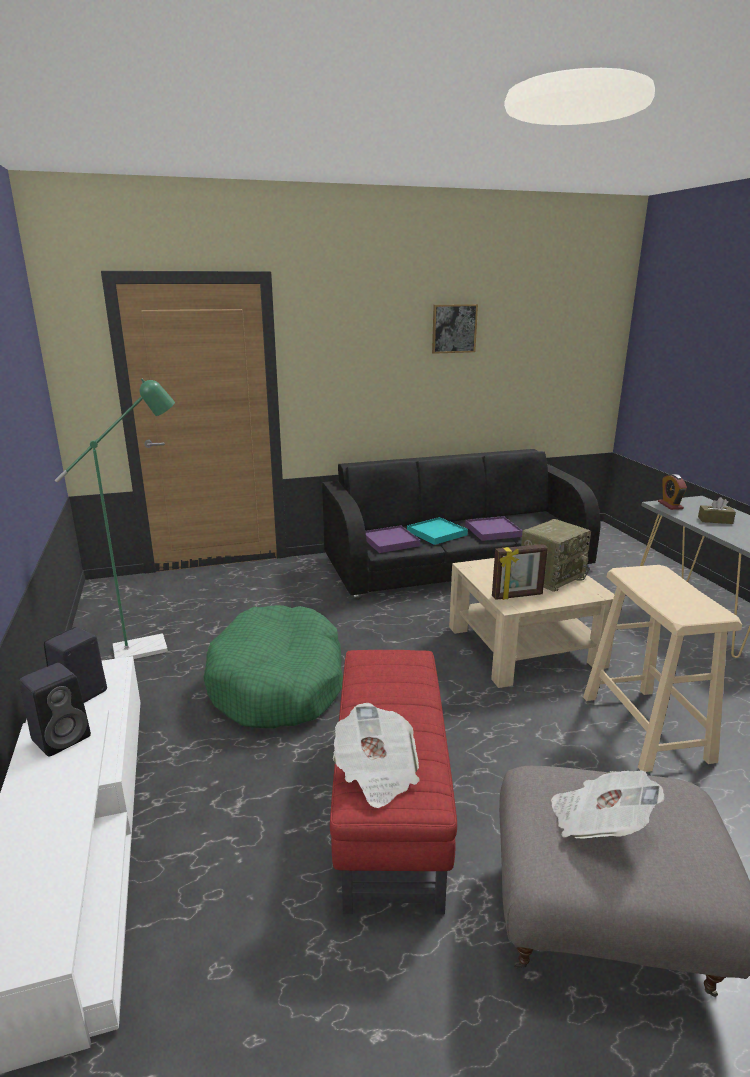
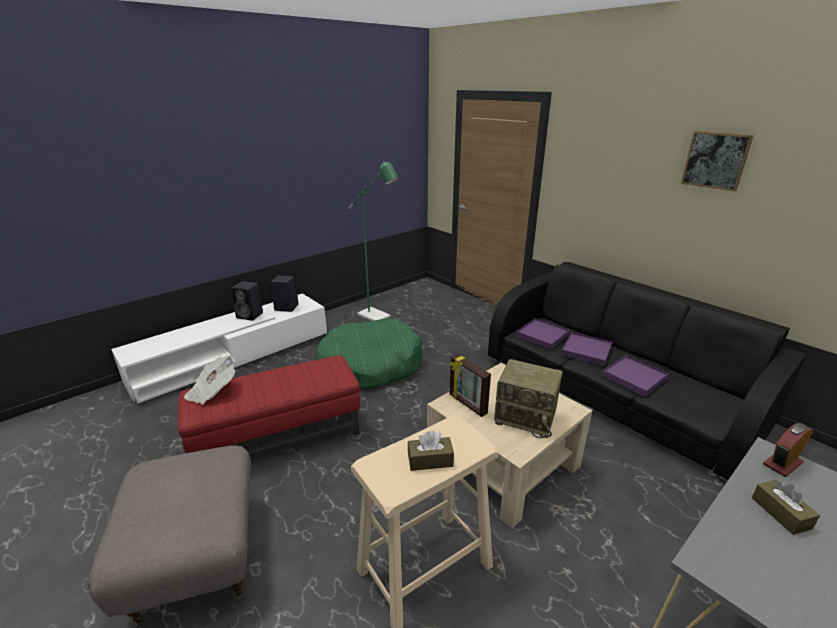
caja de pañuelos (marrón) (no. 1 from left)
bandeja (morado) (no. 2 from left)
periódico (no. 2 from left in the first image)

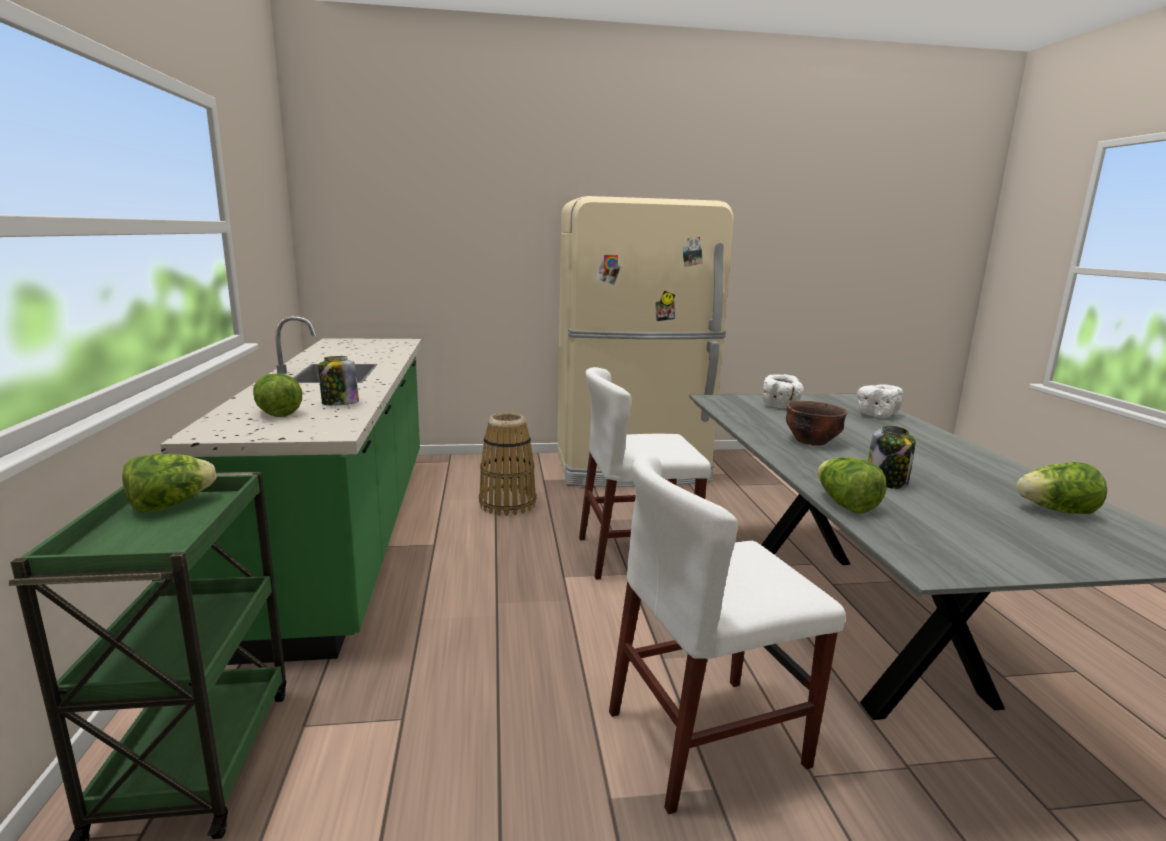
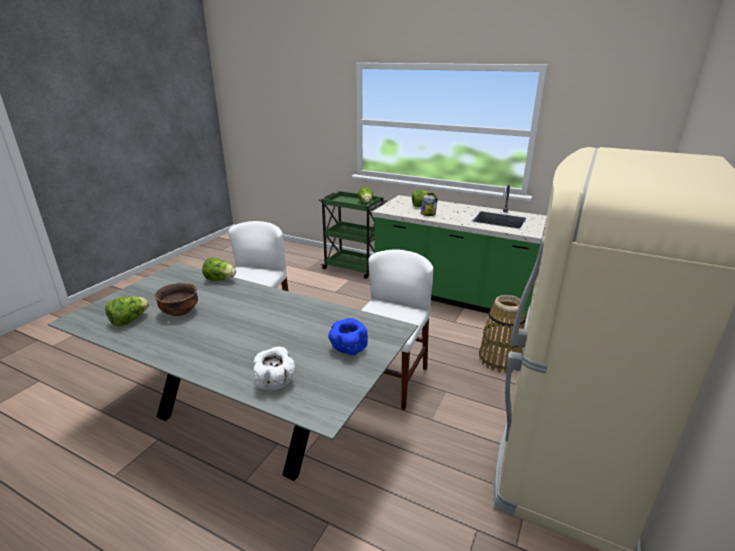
cuenco (marrón)
cuenco (azul)
tarro (no. 2 from left in the first image)

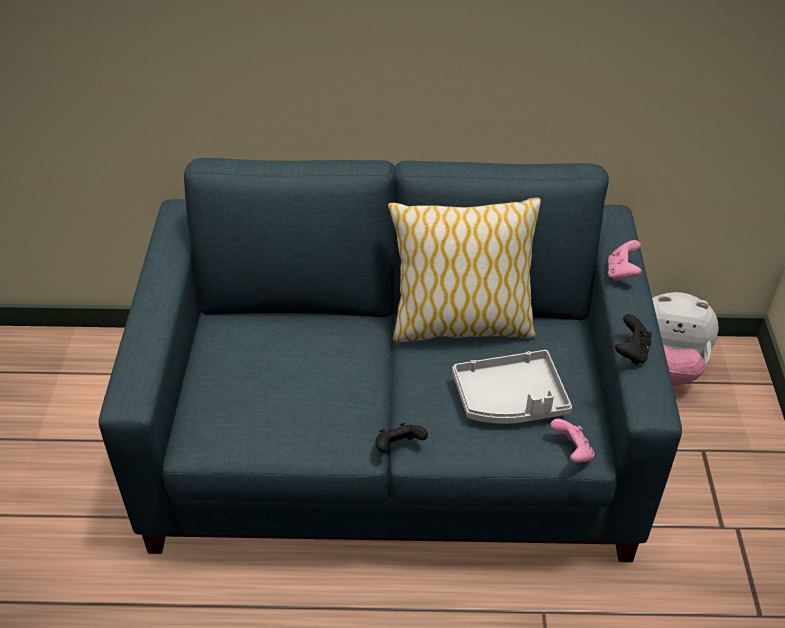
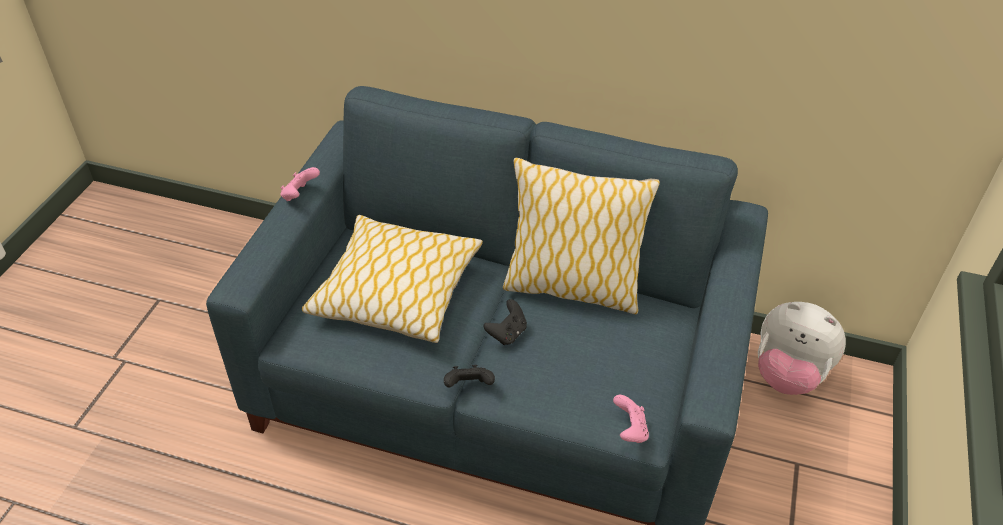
mando de consola (rosa) (no. 1 from left)
cojín (no. 1 from left)
mando de consola (negro) (no. 2 from left)
bandeja (gris)

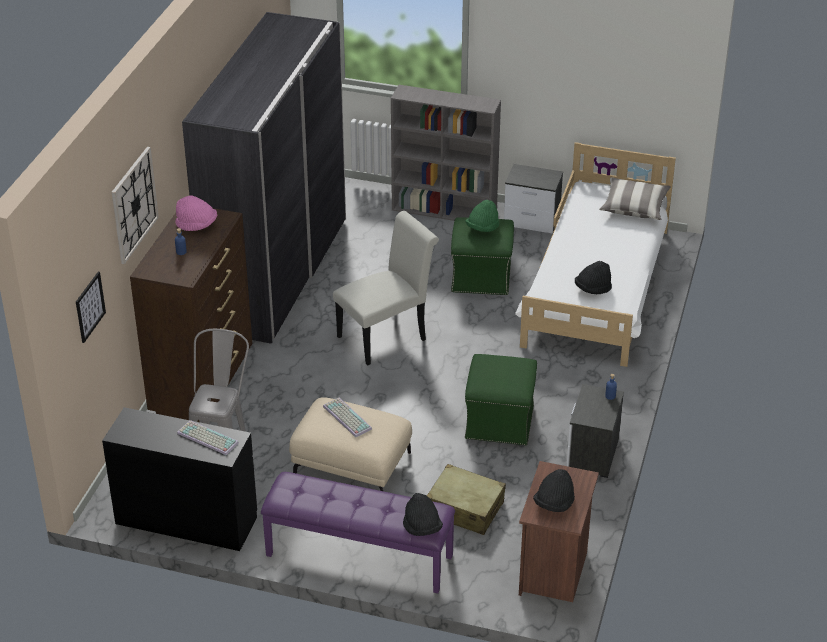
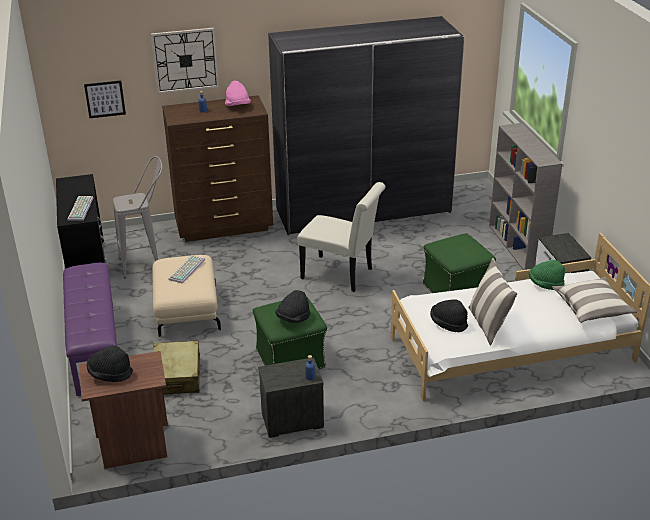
sombrero (negro) (no. 2 from left)
cojín (no. 1 from left)
sombrero (verde)

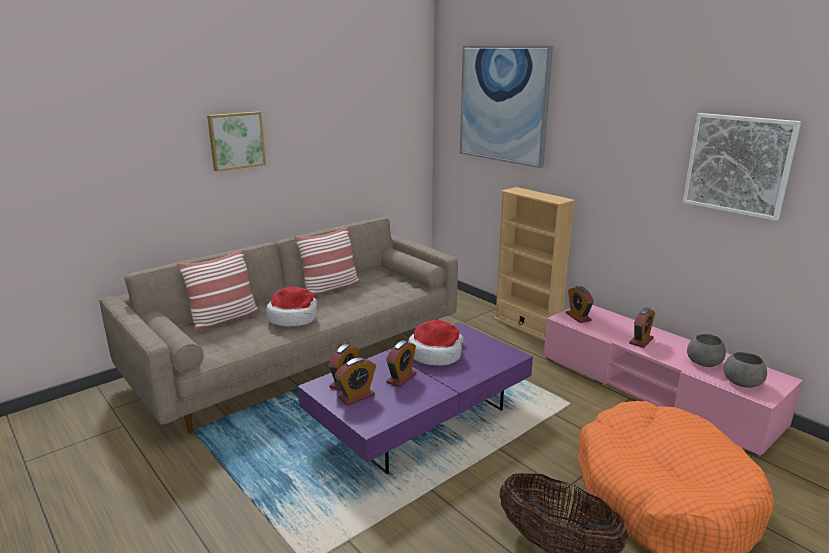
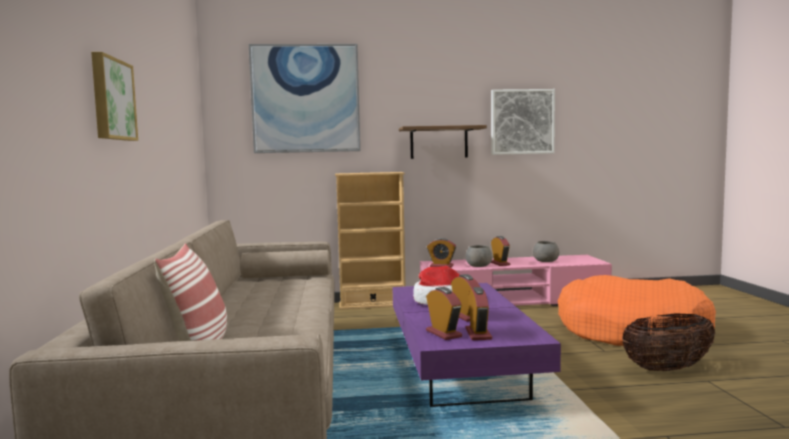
estante
cuenco (gris) (no. 1 from left)
sombrero (no. 1 from left in the first image)
cojín (no. 2 from left in the first image)

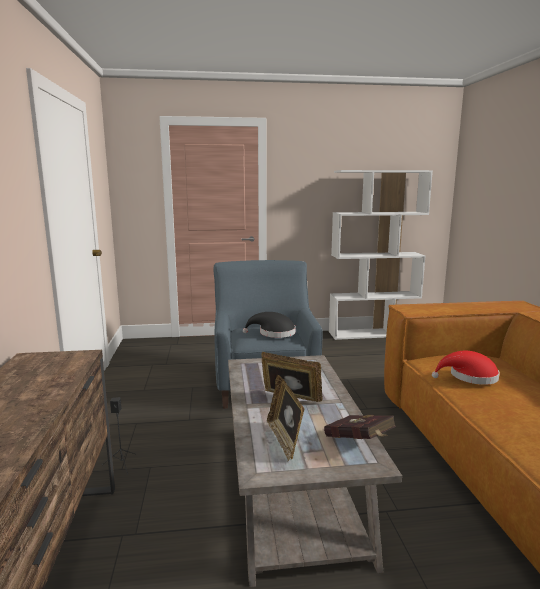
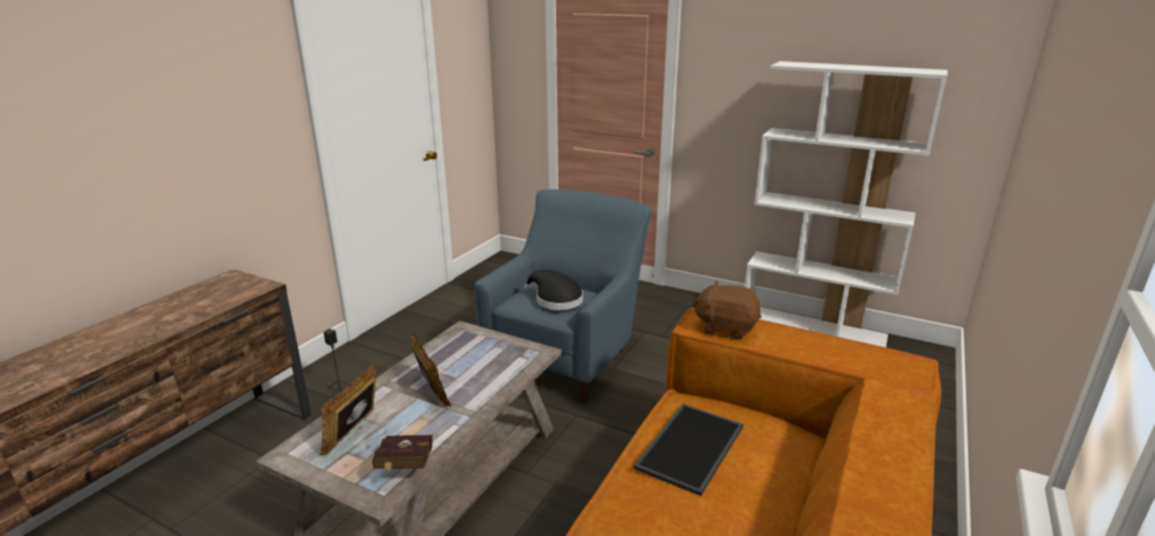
bandeja
peluche (marrón)

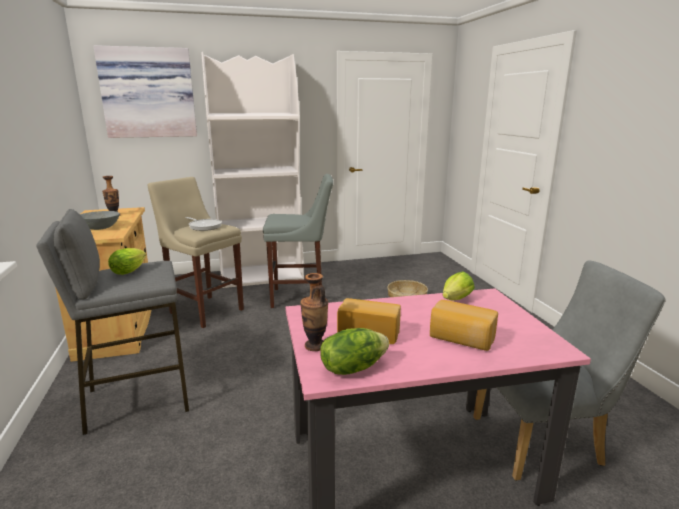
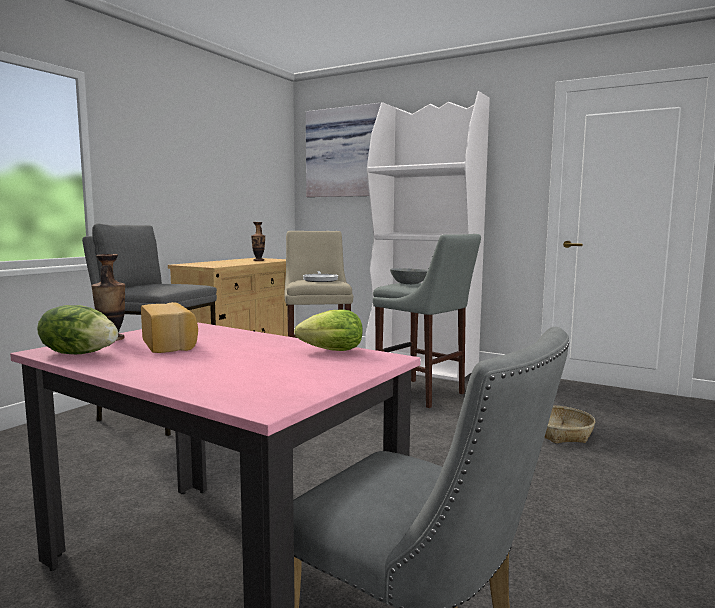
cuenco (gris)
lechuga (no. 1 from left in the first image)
pan (no. 2 from left in the first image)

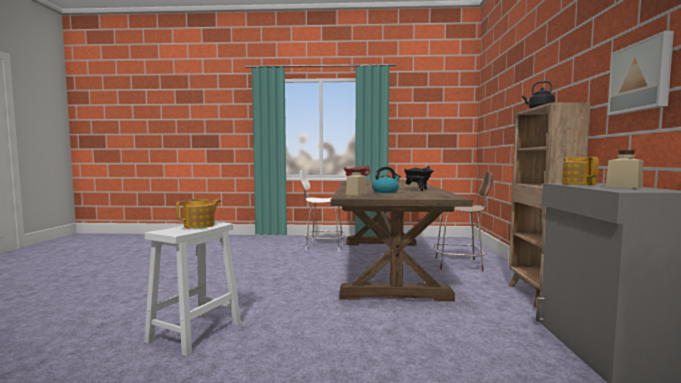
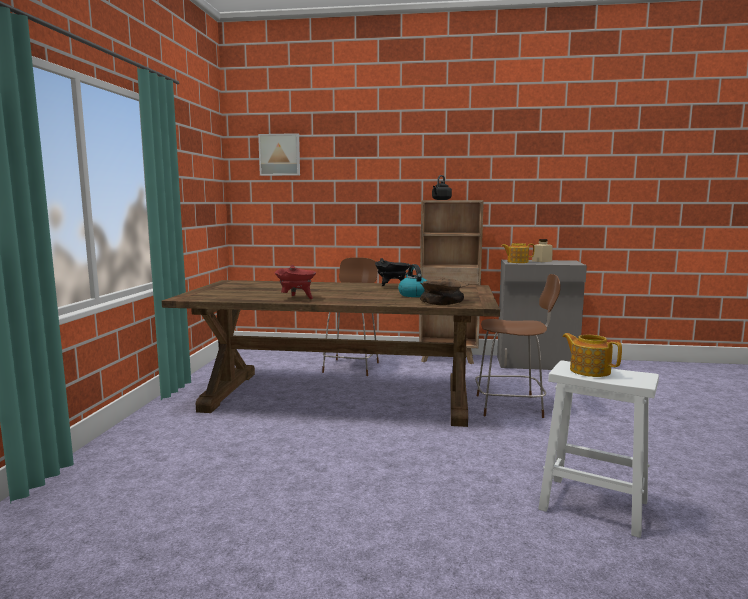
cuadro
cuenco (marrón)
silla (marrón) (no. 2 from left)
silla (blanco)

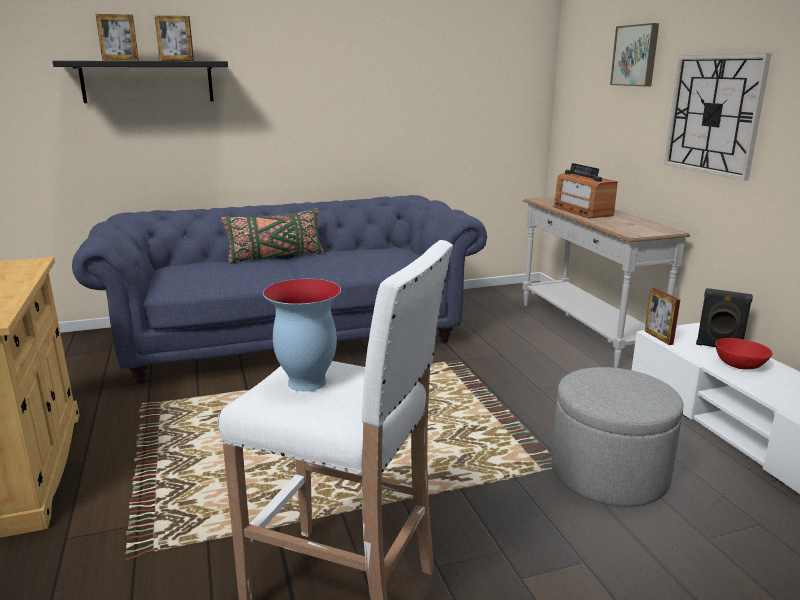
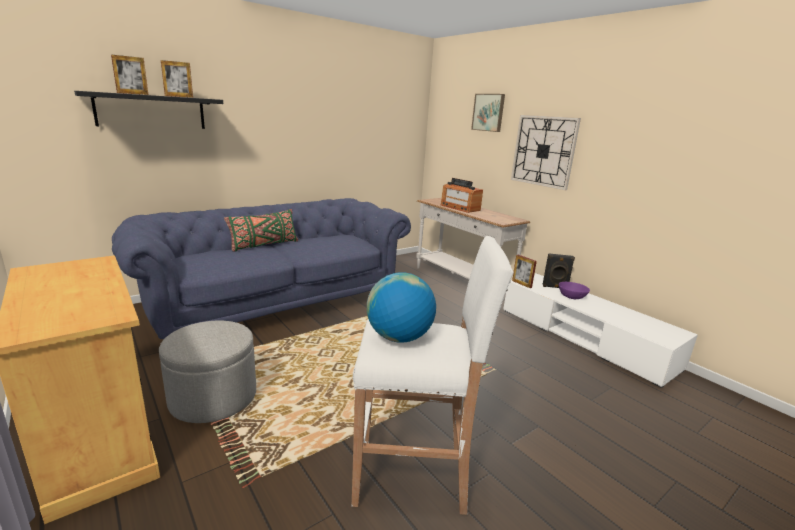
puf (gris)
globo terráqueo
cuenco (morado)

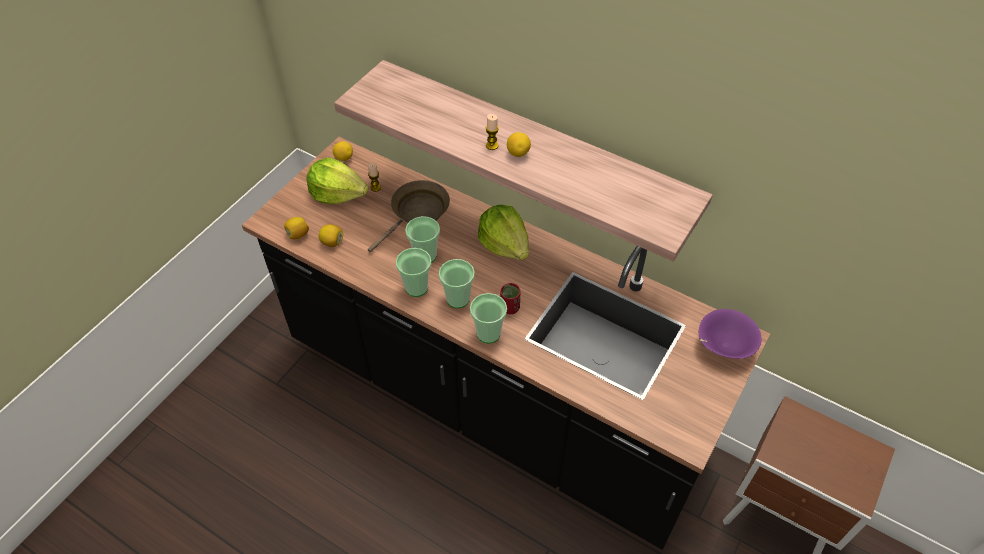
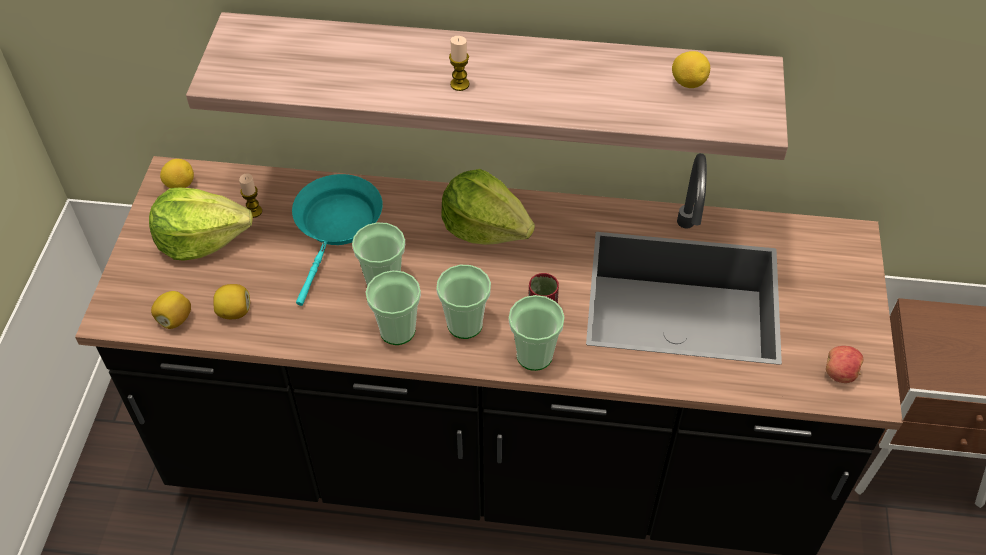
sartén (turquesa)
limón (no. 4 from left)
manzana
cuenco (morado)

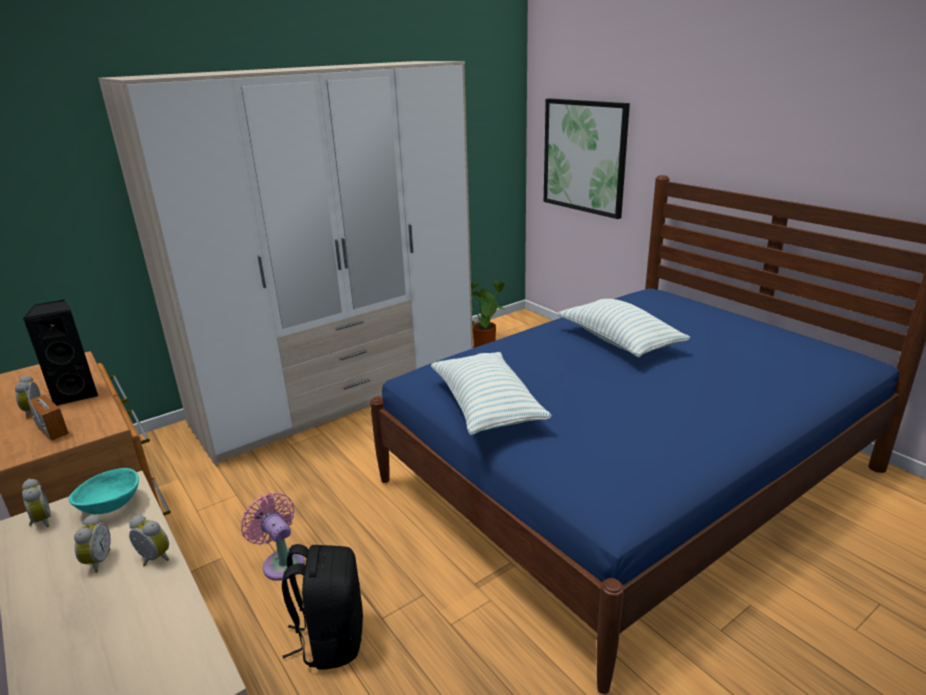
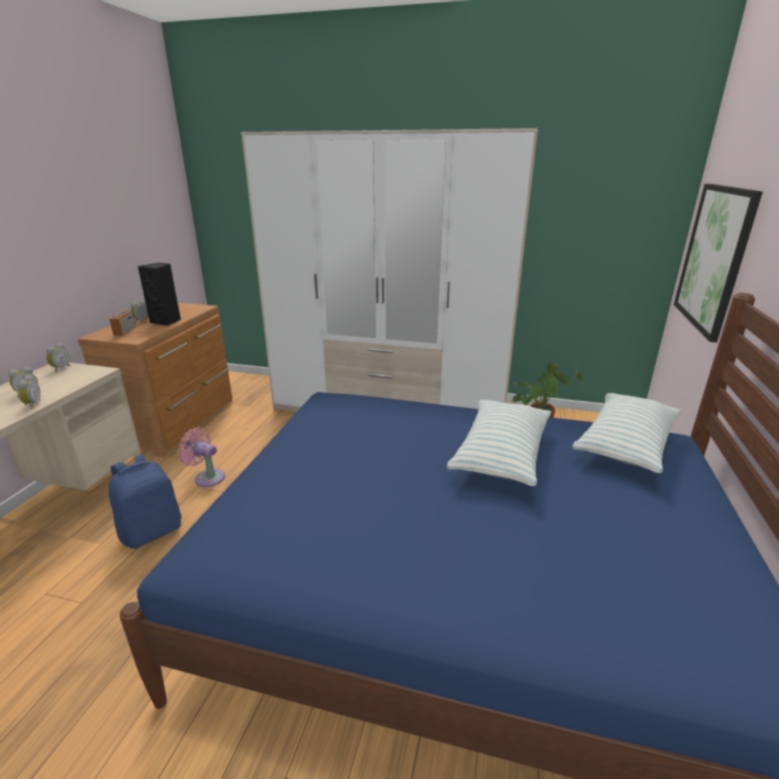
mochila (azul)
ventilador (rosa)
cojín (no. 2 from left)
cuenco (turquesa)

